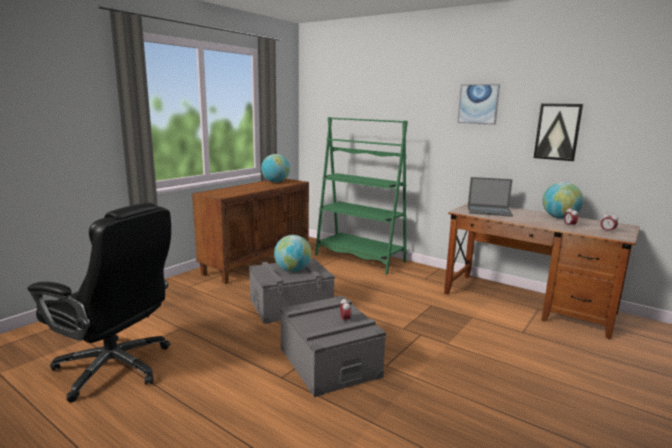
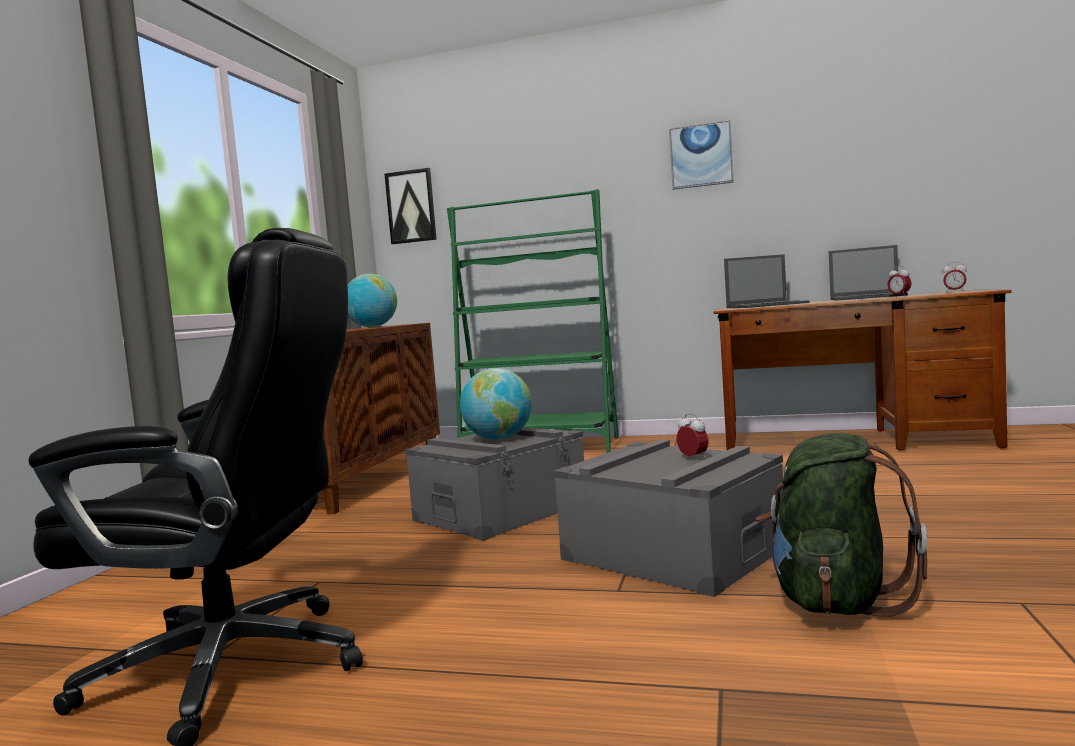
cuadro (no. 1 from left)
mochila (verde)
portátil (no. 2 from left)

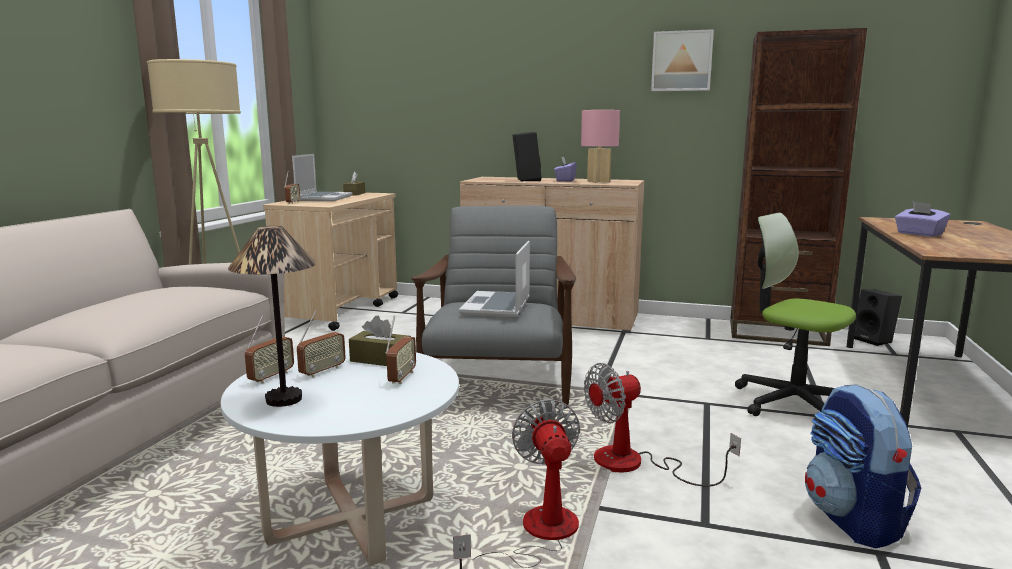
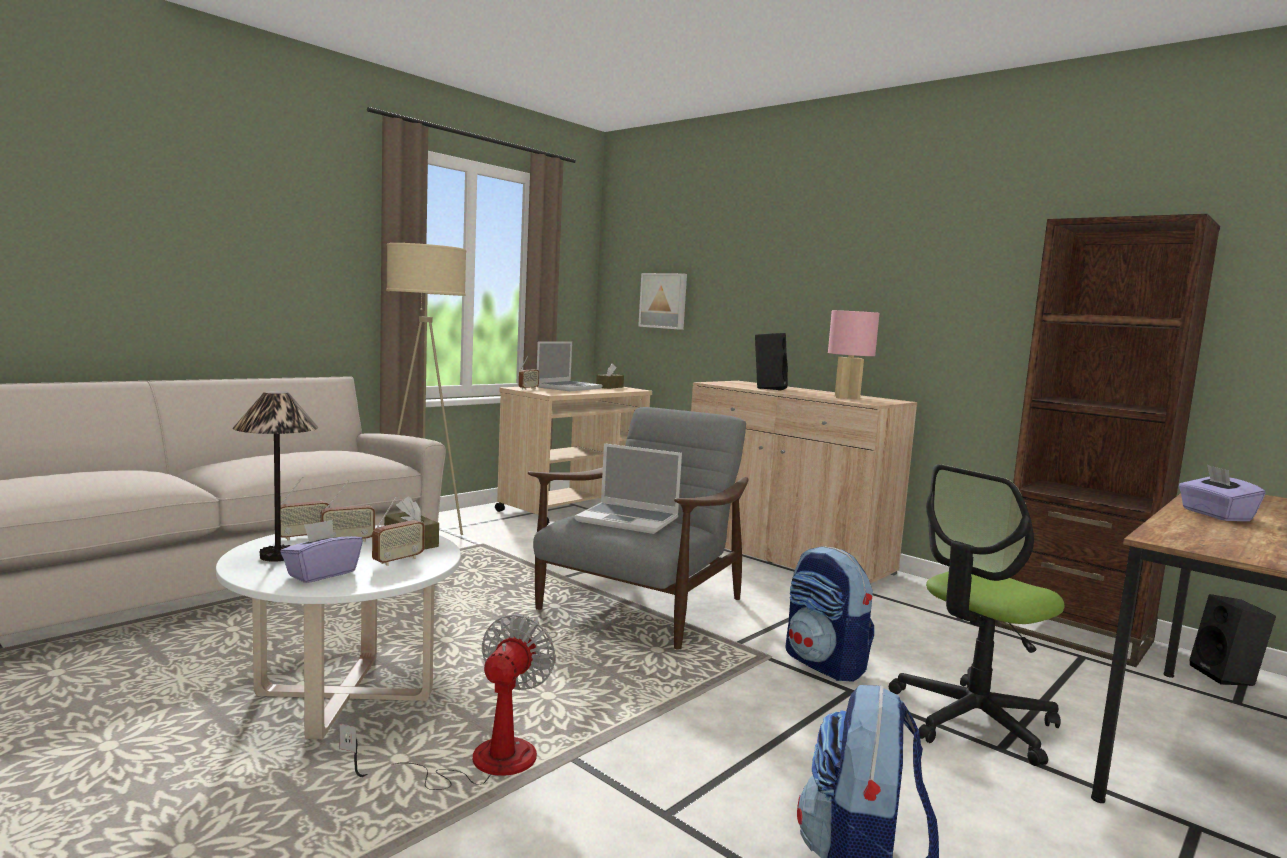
caja de pañuelos (morado) (no. 1 from left)
portátil (no. 2 from left)
cuadro
mochila (no. 1 from left)
silla de oficina
ventilador (no. 2 from left in the first image)

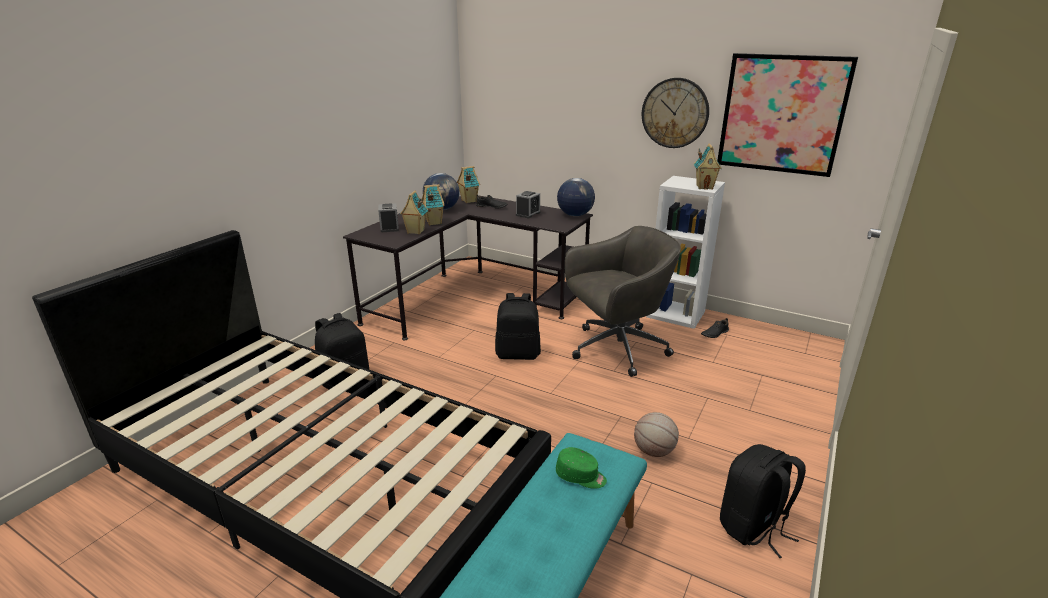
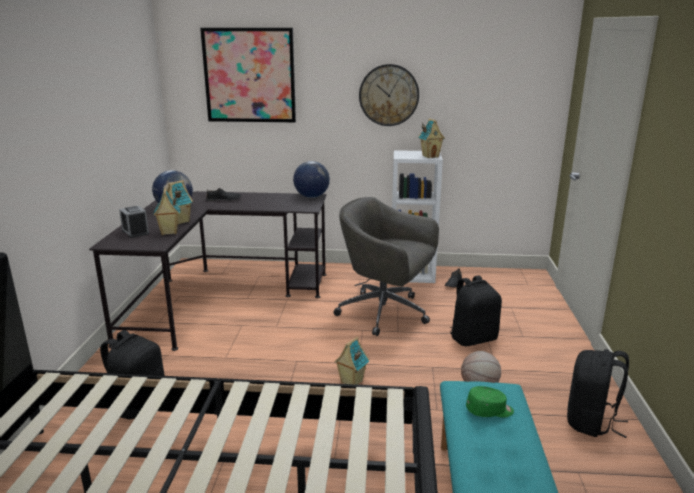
cuadro
silla de oficina (gris)
casita (no. 3 from left)
mochila (negro) (no. 2 from left)
despertador (no. 2 from left in the first image)

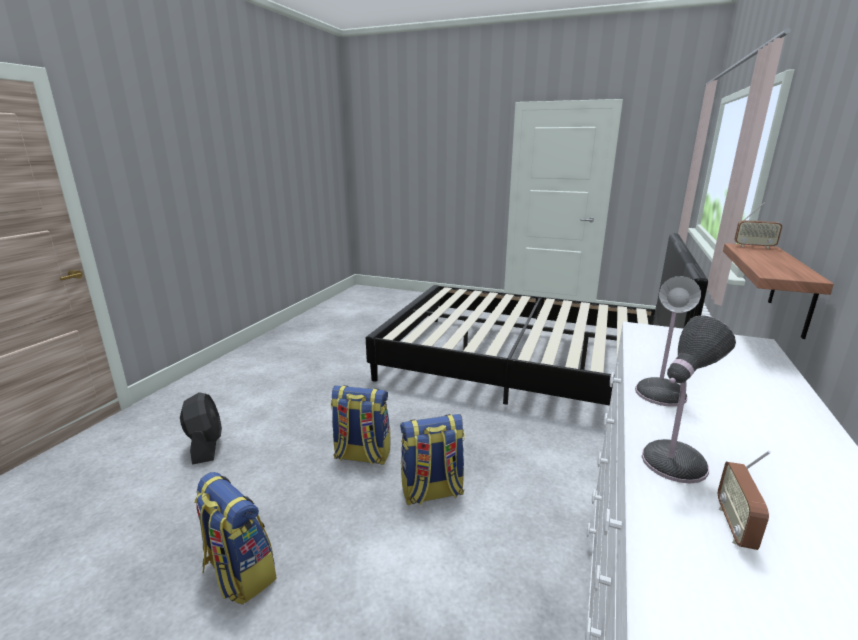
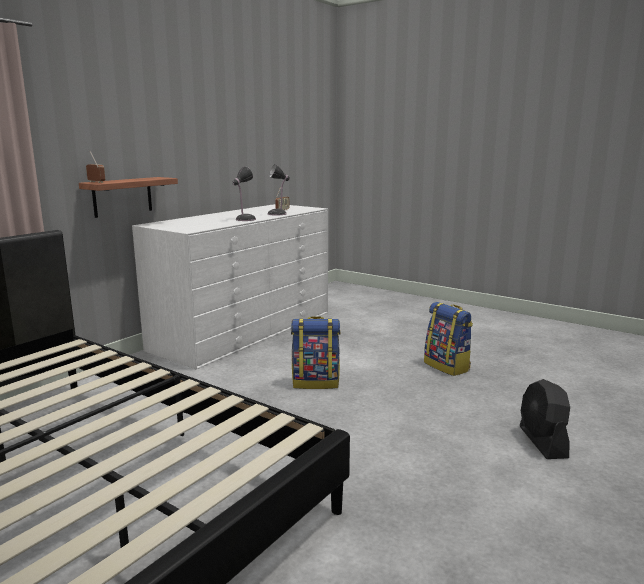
mochila (no. 2 from left in the first image)

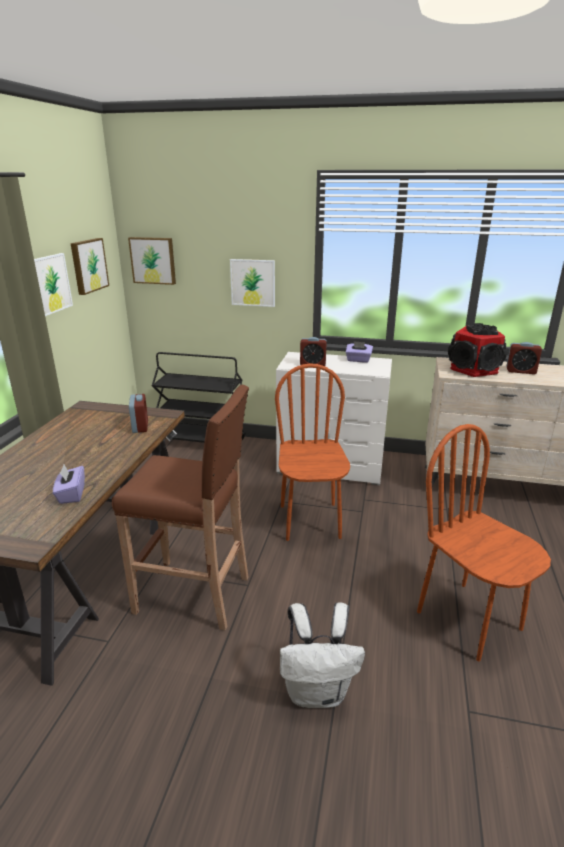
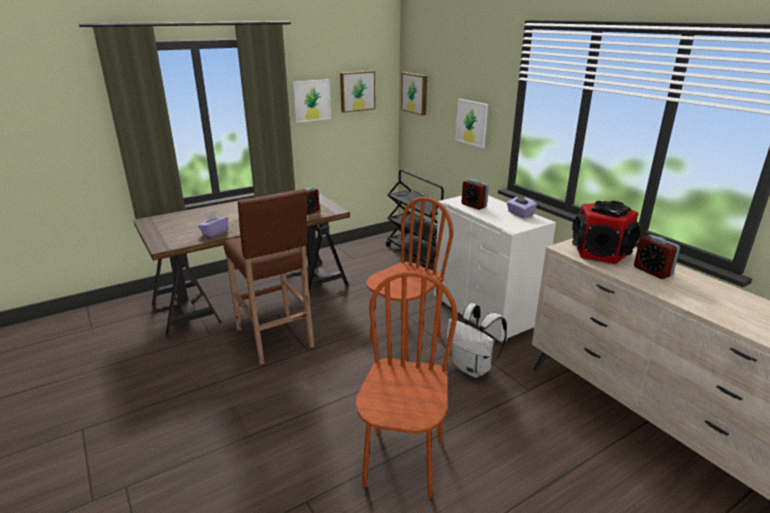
mochila (blanco)

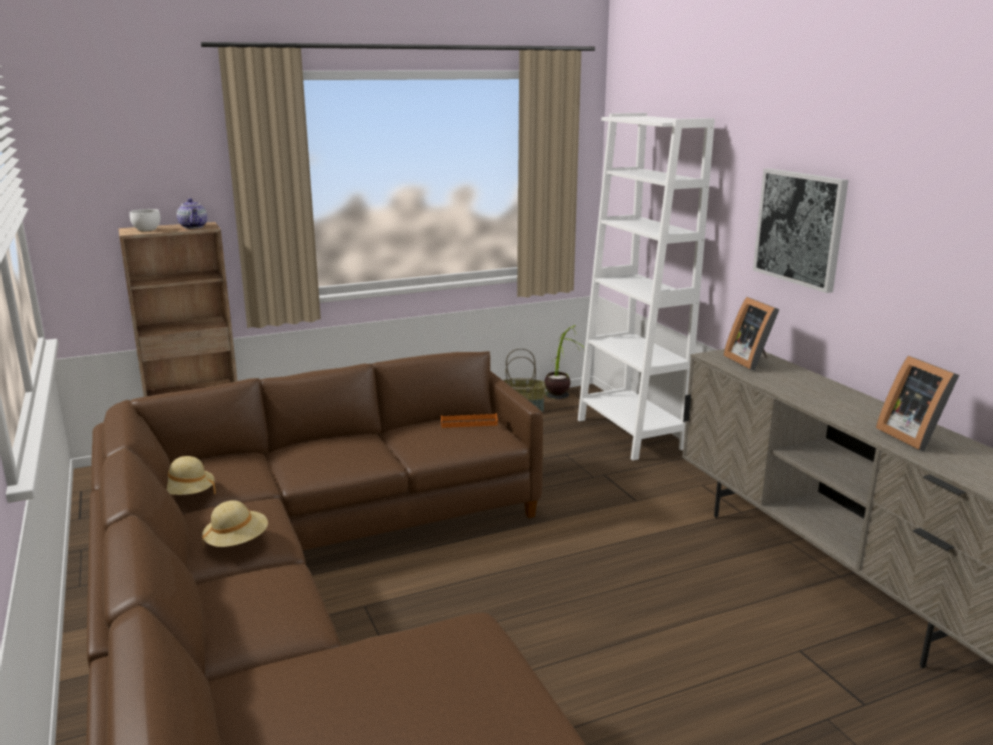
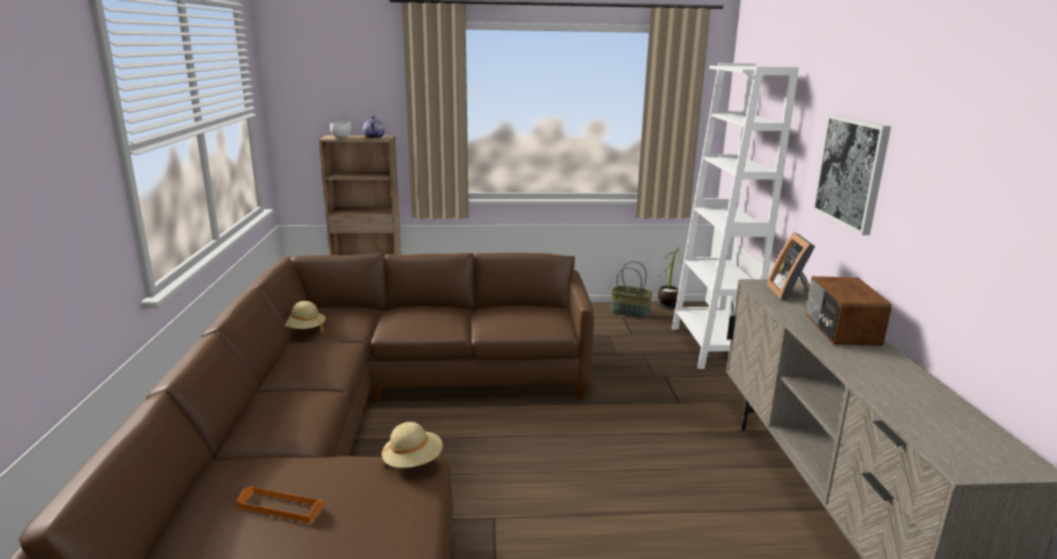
bandeja (naranja)
sombrero (beis) (no. 2 from left)
radio
portarretratos (no. 2 from left in the first image)

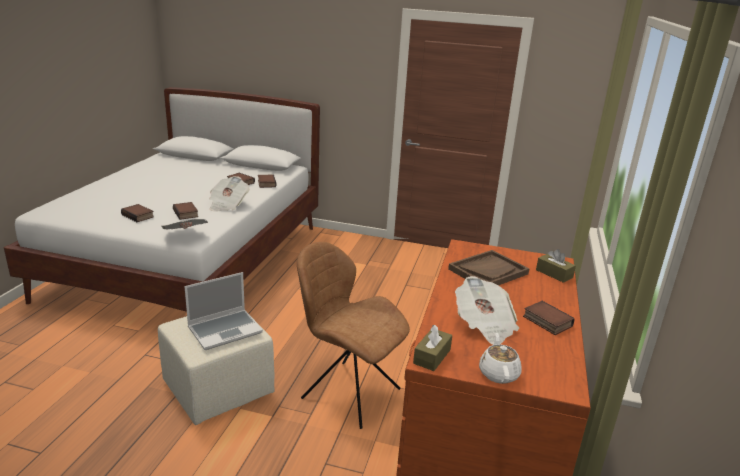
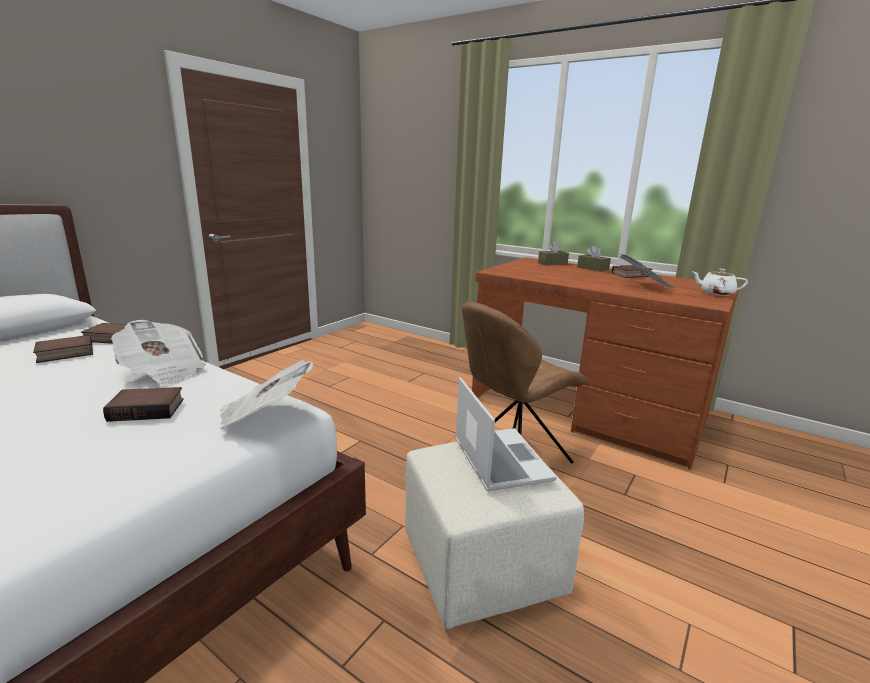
caja de pañuelos (marrón) (no. 2 from left)
libro (no. 1 from left in the first image)
bandeja (marrón)

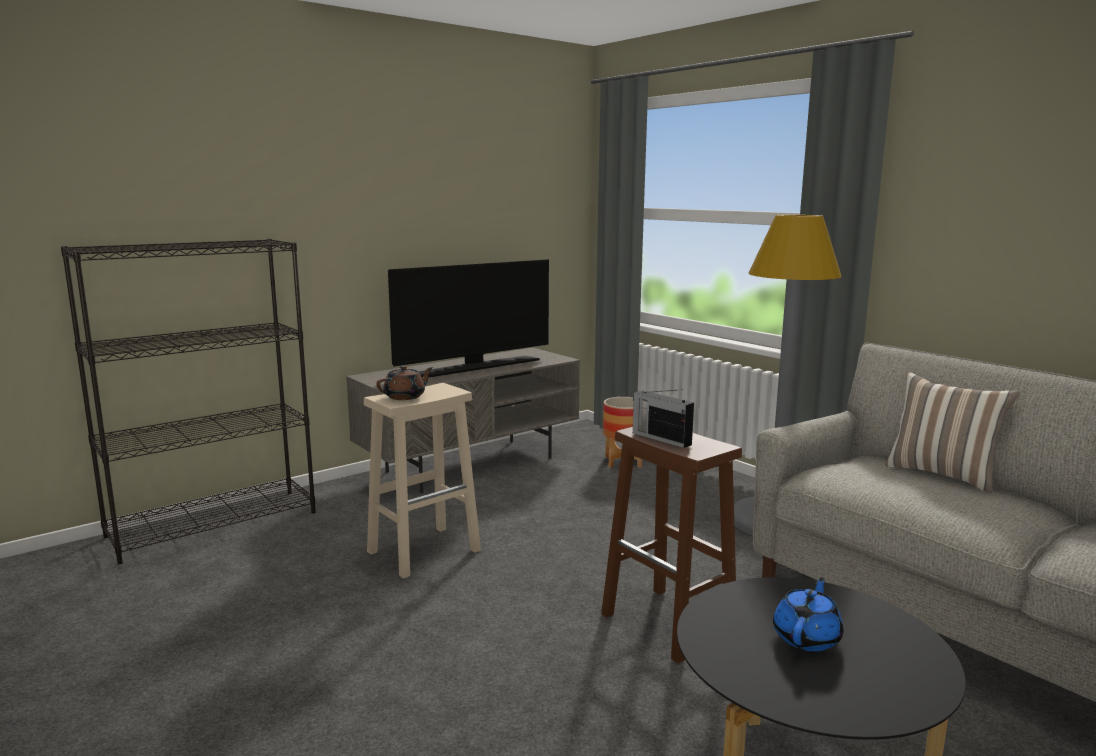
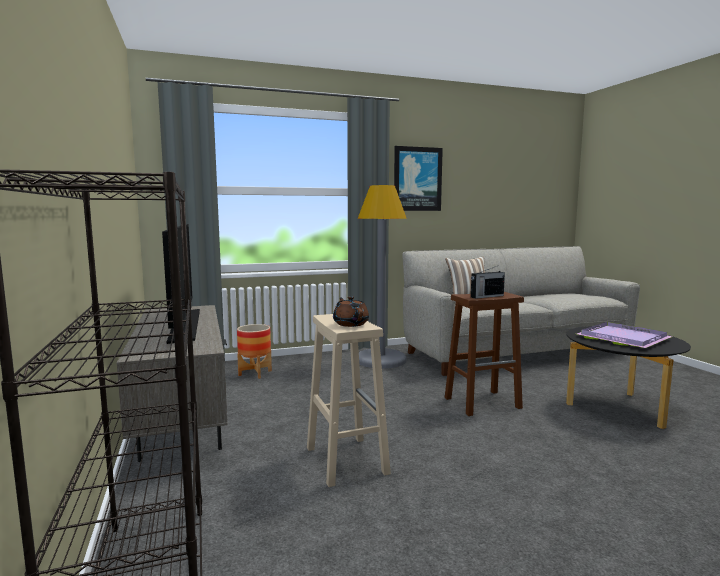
cuadro
bandeja (morado)

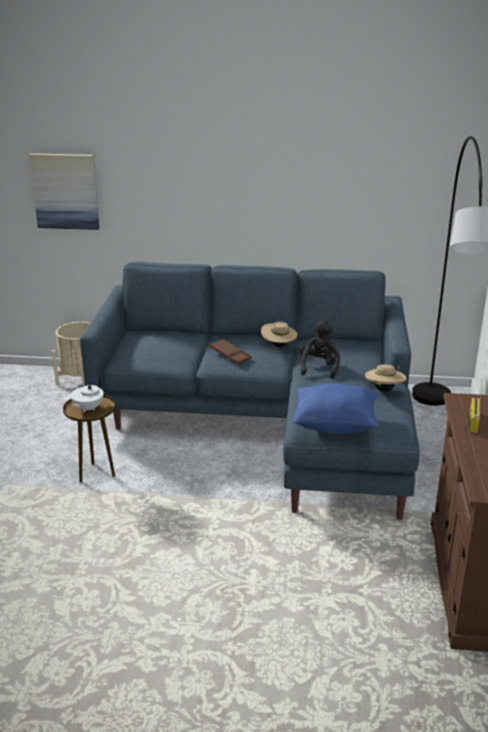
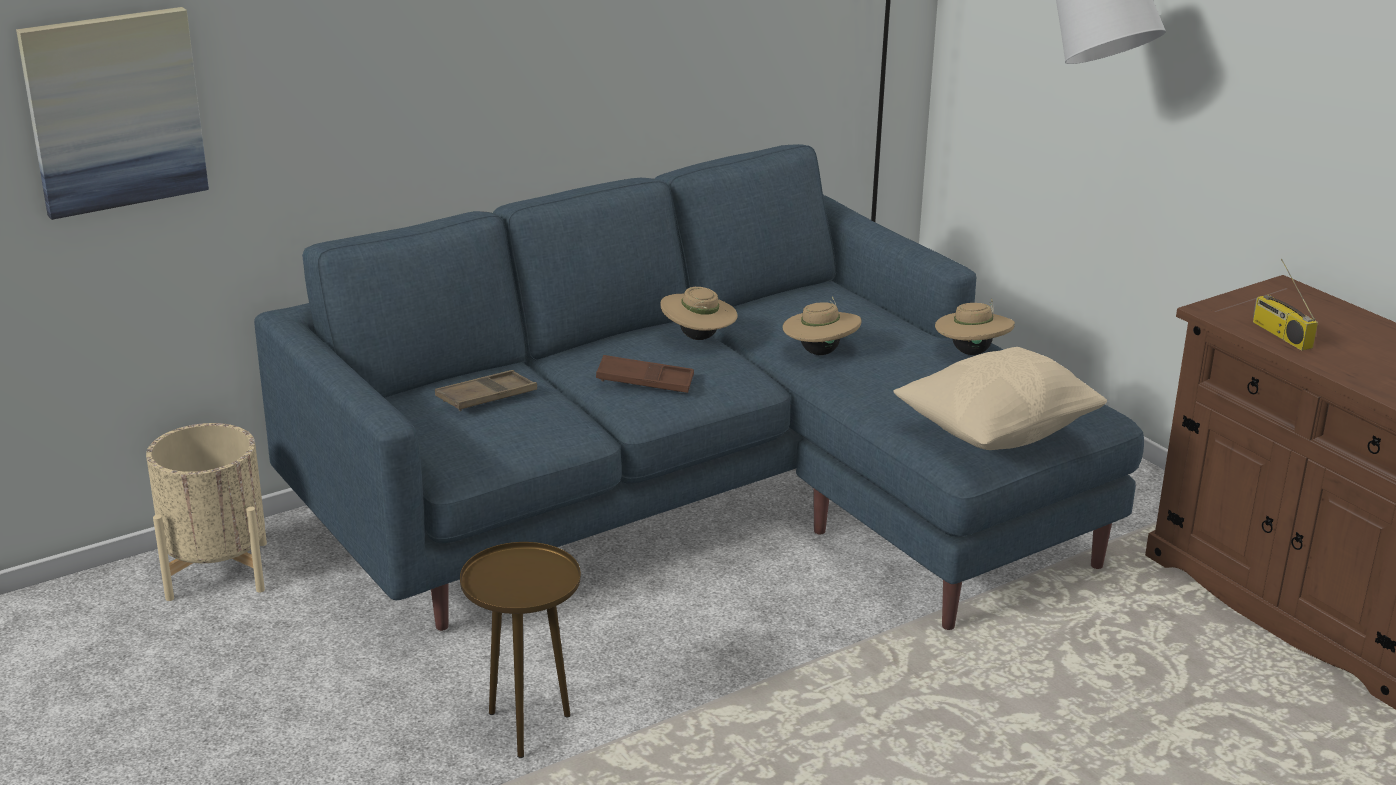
bandeja (marrón) (no. 1 from left)
sombrero (beis) (no. 2 from left)
cojín (beis)
tetera (blanco)

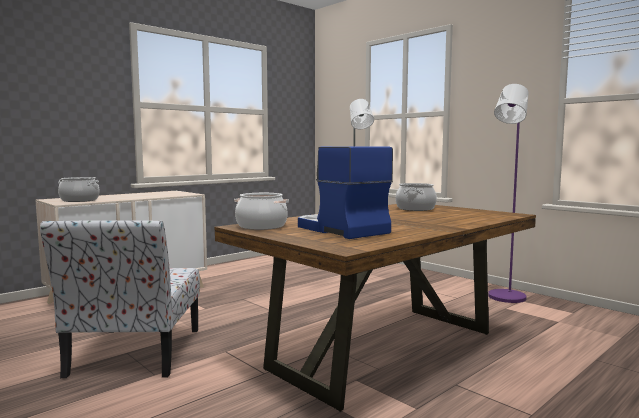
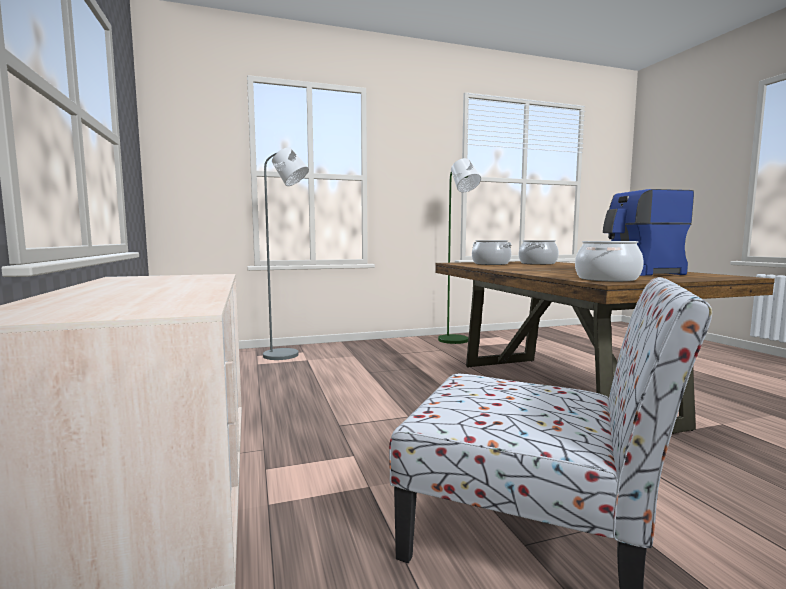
lámpara de pie (verde)
olla (no. 2 from left)

